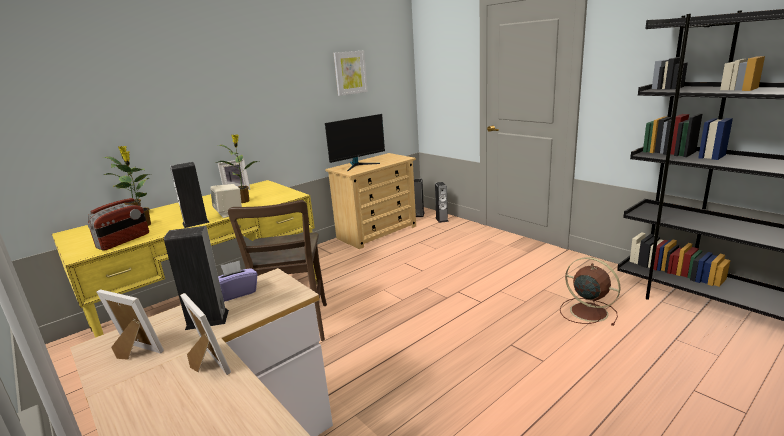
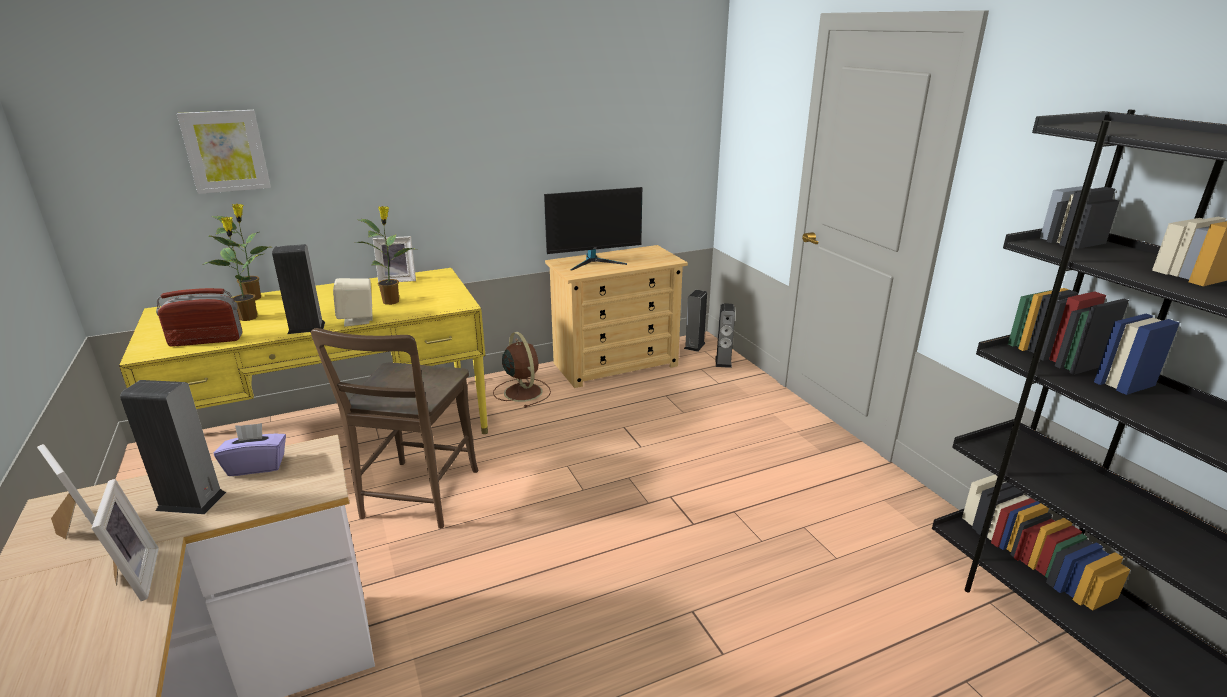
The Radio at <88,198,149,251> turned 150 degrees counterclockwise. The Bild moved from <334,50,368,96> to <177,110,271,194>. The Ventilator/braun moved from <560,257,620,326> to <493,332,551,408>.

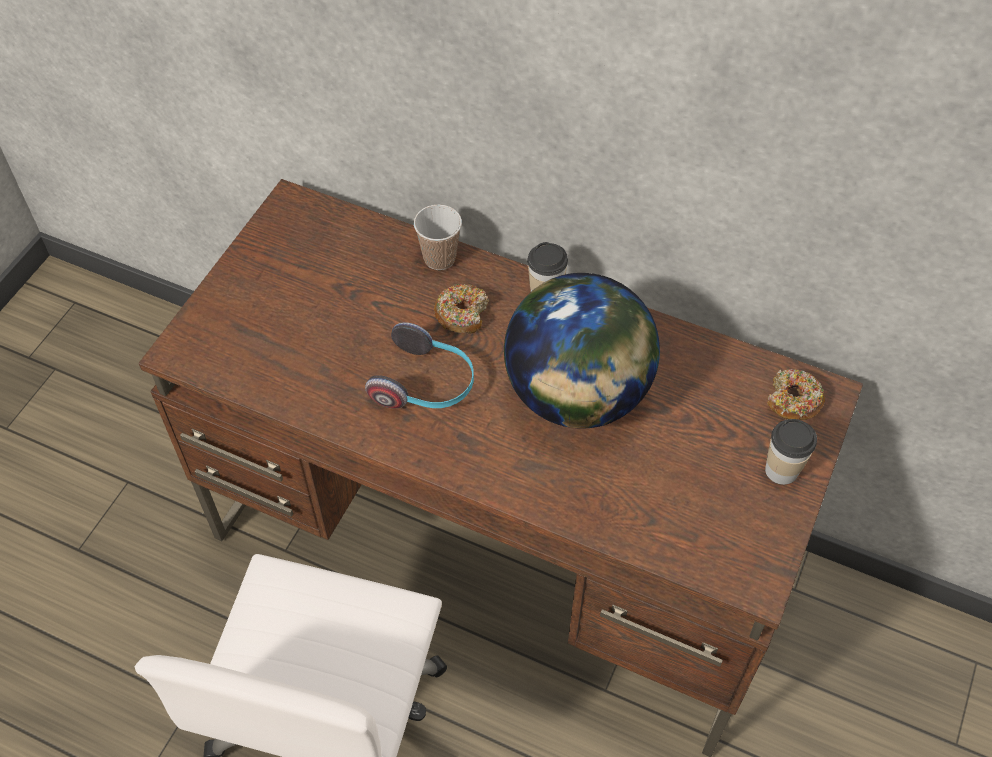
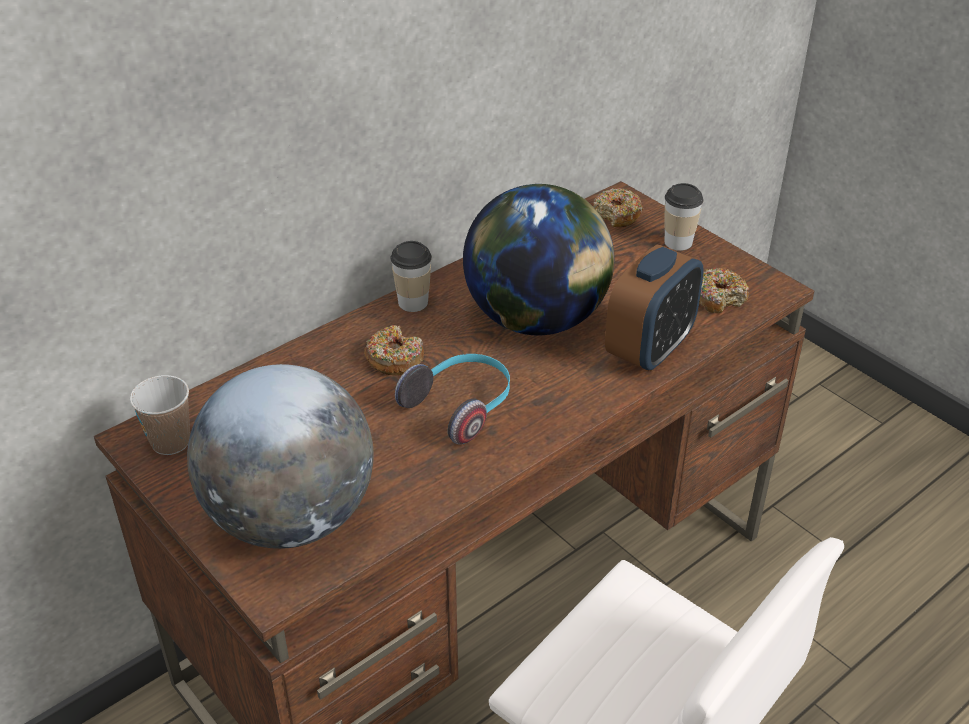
The Tasse moved from <414,204,462,270> to <130,375,190,455>. The Globus at <187,364,373,549> appeared. The Wecker at <605,245,704,372> appeared. The Donut at <699,268,749,313> appeared.

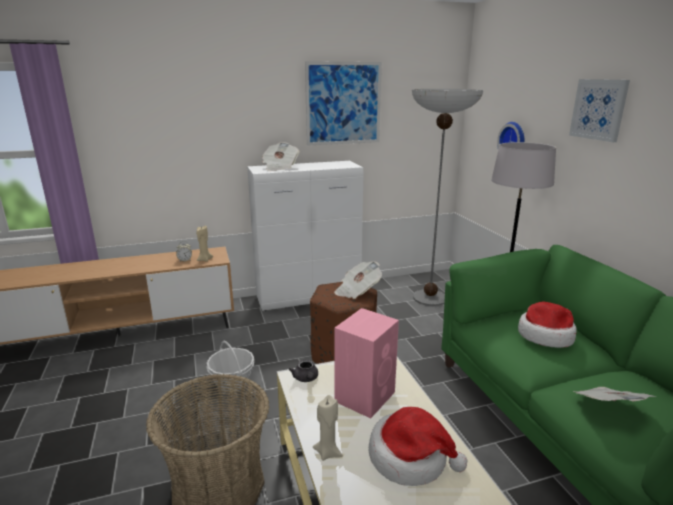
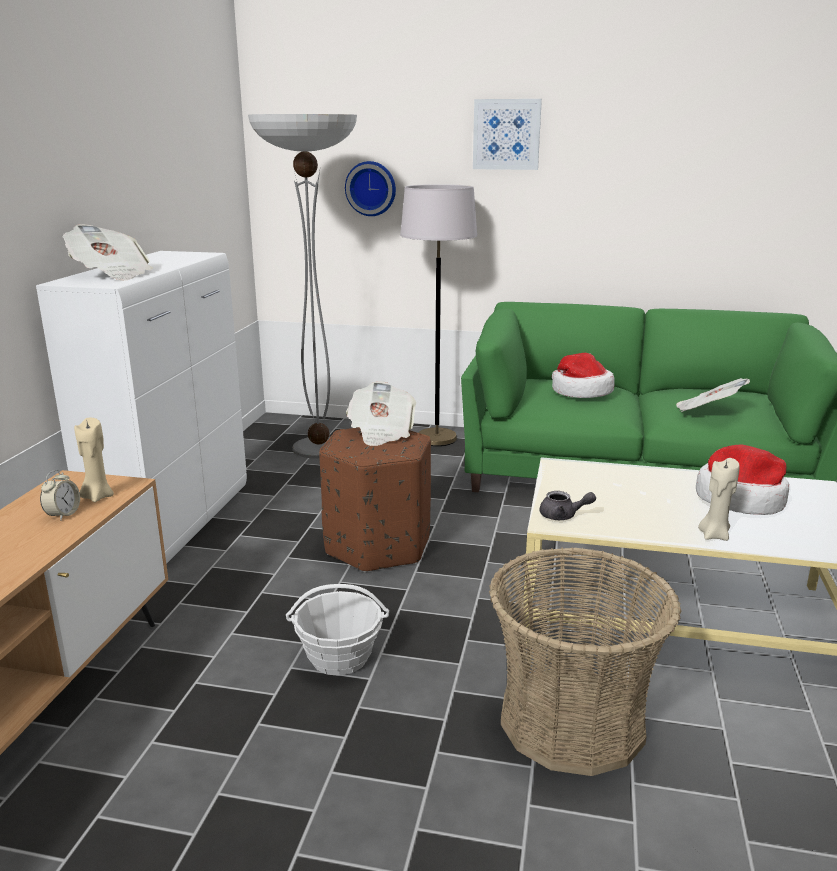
The Bild at <305,61,382,146> disappeared. The Lautsprecher/rosa at <334,308,399,419> disappeared.

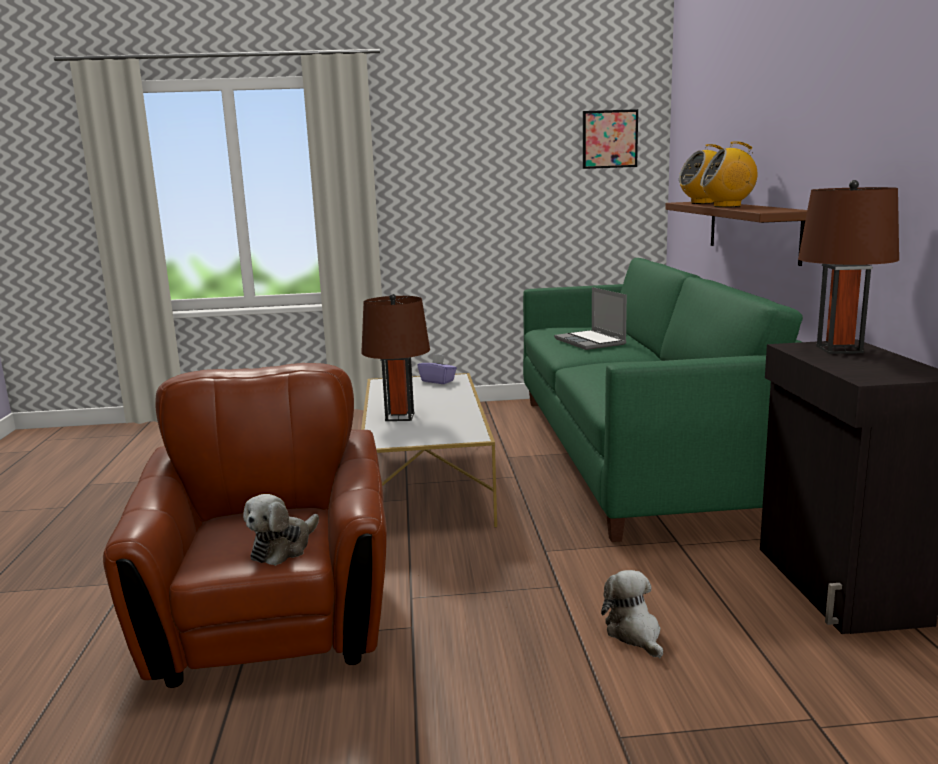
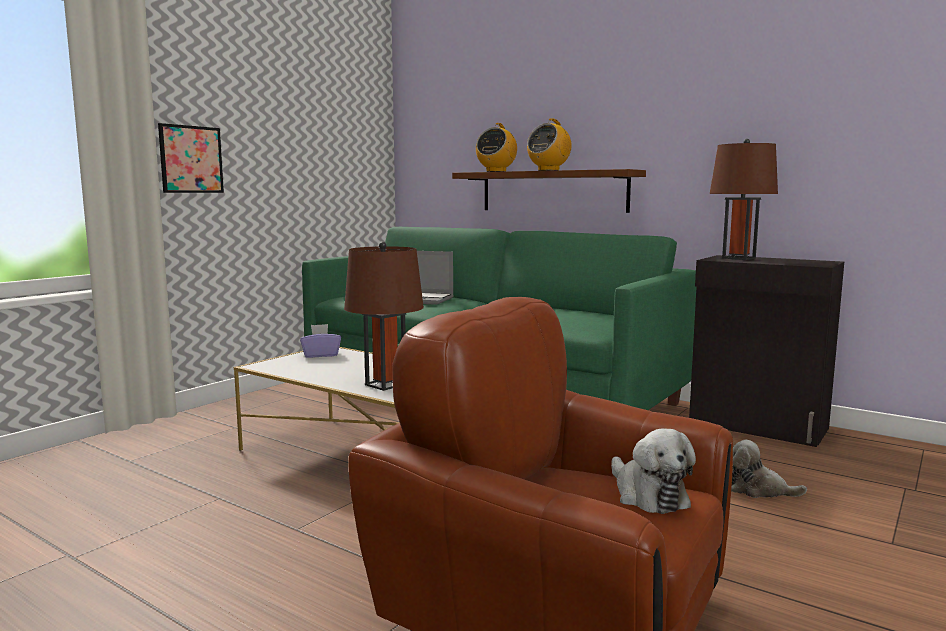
The Bild moved from <583,109,638,169> to <158,123,224,193>.

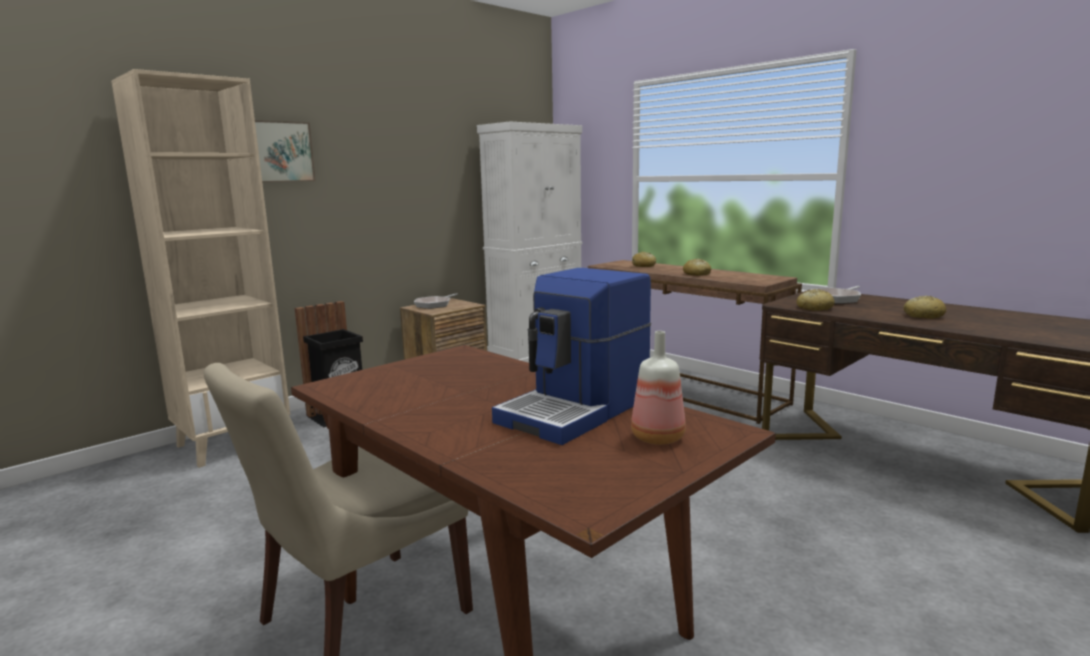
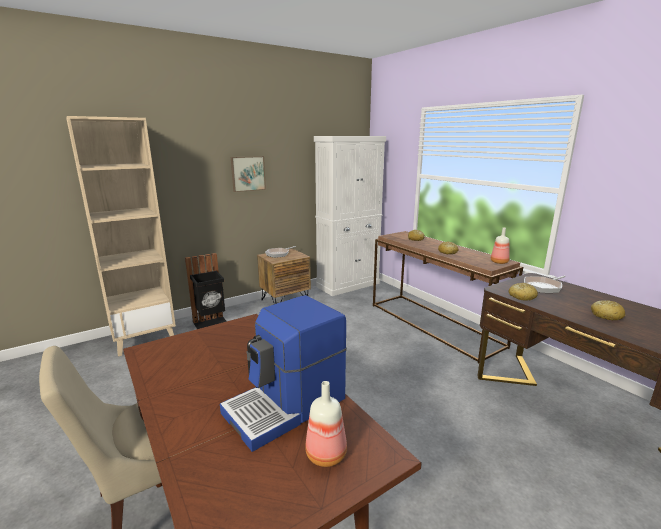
The Bild moved from <255,120,316,182> to <231,156,266,192>. The Flasche at <491,228,510,264> appeared.

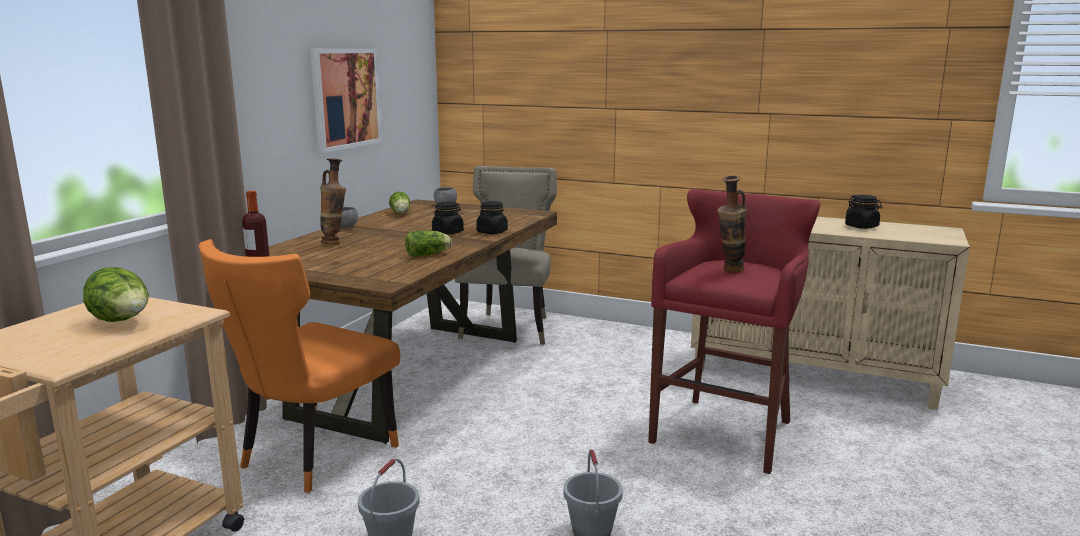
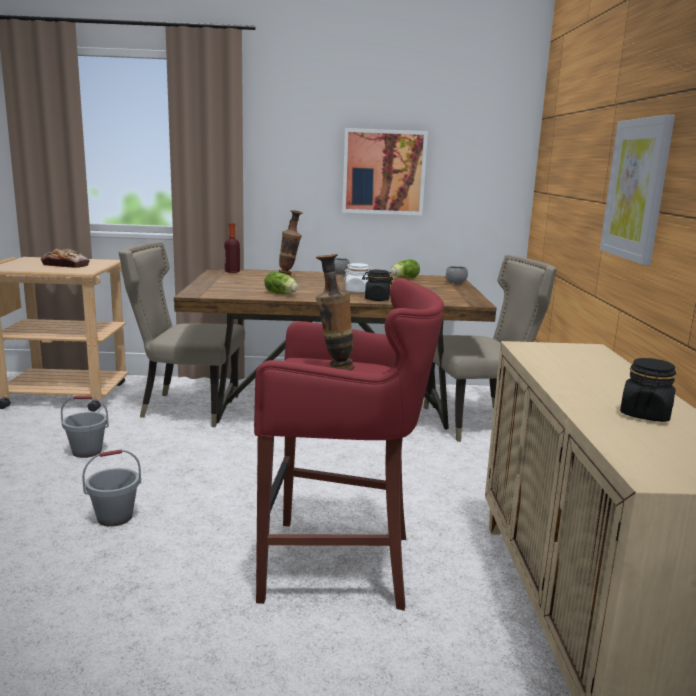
The Salatkopf at <83,267,149,322> was replaced by the Brot at <41,249,90,268>. The Stuhl/orange at <199,239,400,493> became the Stuhl/beige at <118,241,245,427>. The Vorratsglas/schwarz at <432,201,464,235> became the Vorratsglas/weiß at <344,263,373,293>. The Bild at <600,115,675,265> appeared.

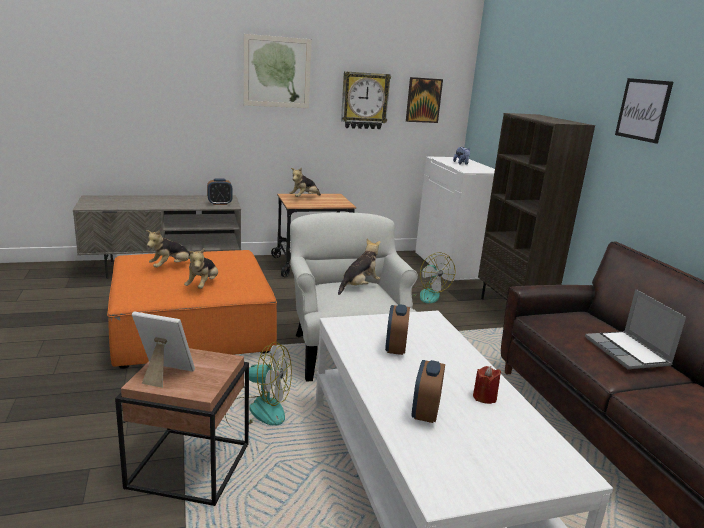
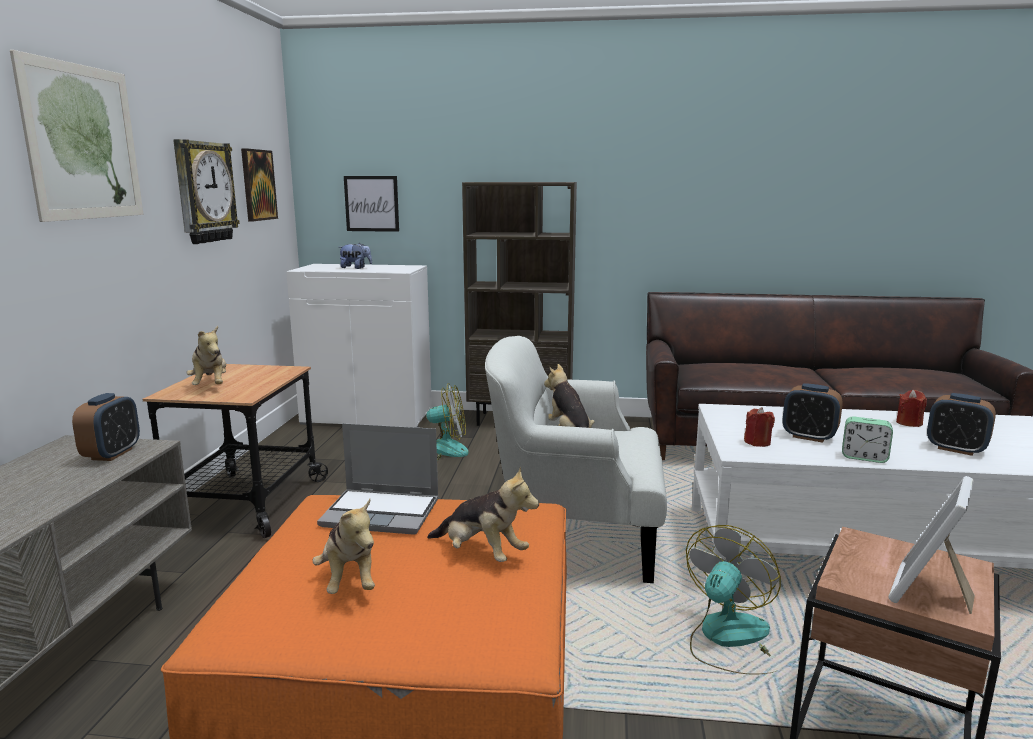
The Laptop moved from <585,289,686,369> to <317,423,439,535>. The Bild moved from <615,78,673,144> to <344,176,399,232>. The Kerze/rot at <744,407,775,447> appeared. The Wecker at <842,416,893,463> appeared.

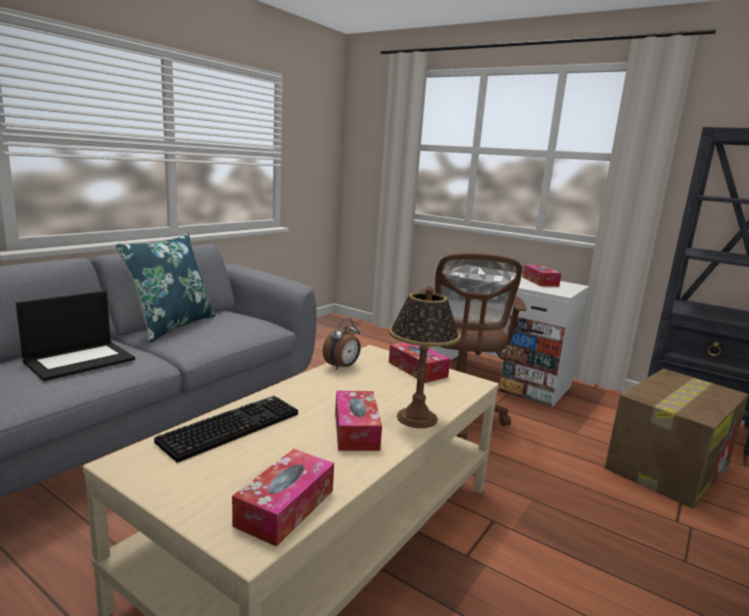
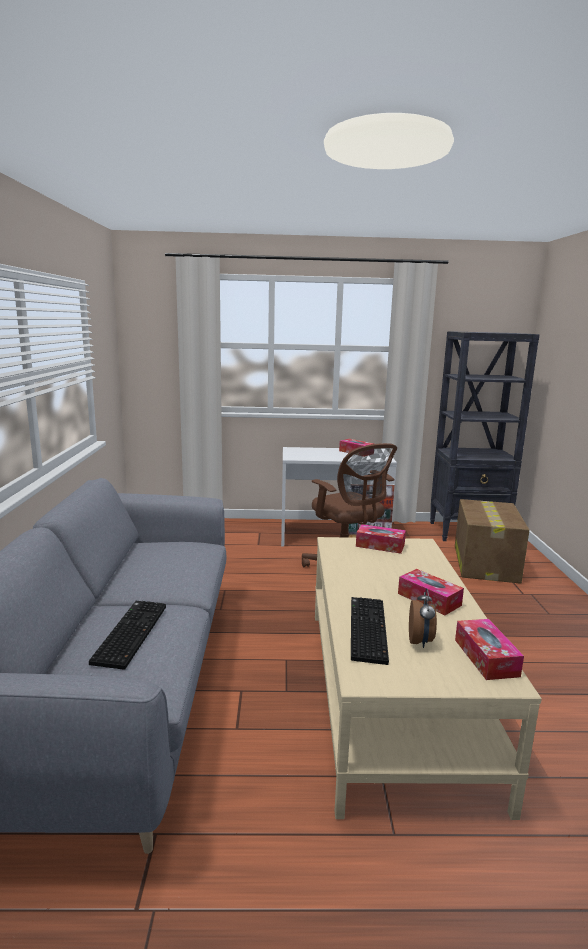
The Laptop at <16,291,135,381> was replaced by the Tastatur at <89,601,166,670>. The Kissen/blau at <115,233,216,342> disappeared. The Wecker moved from <323,318,361,370> to <409,588,437,648>. The Tischlampe at <389,286,461,428> disappeared.

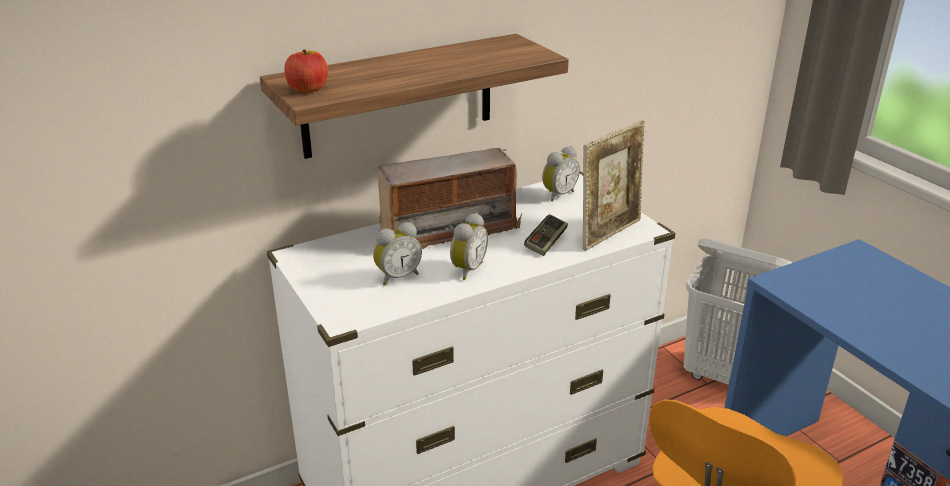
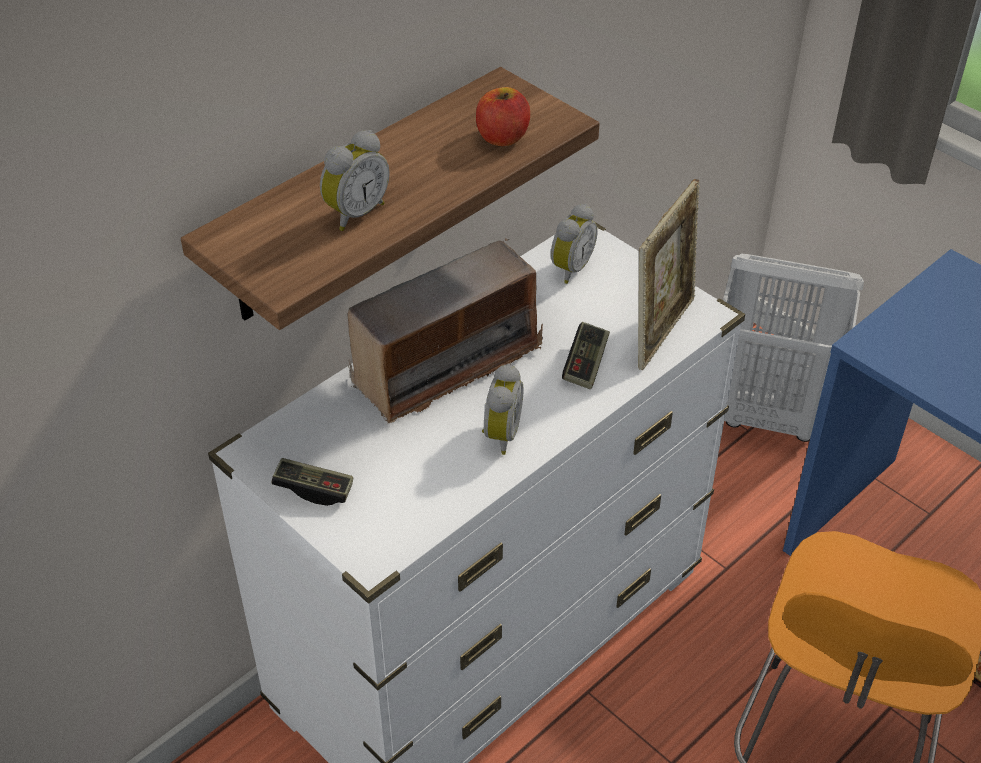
The Apfel moved from <284,49,328,93> to <476,87,530,146>. The Wecker moved from <373,222,422,286> to <320,130,390,231>. The Gamepad at <272,458,353,506> appeared.

